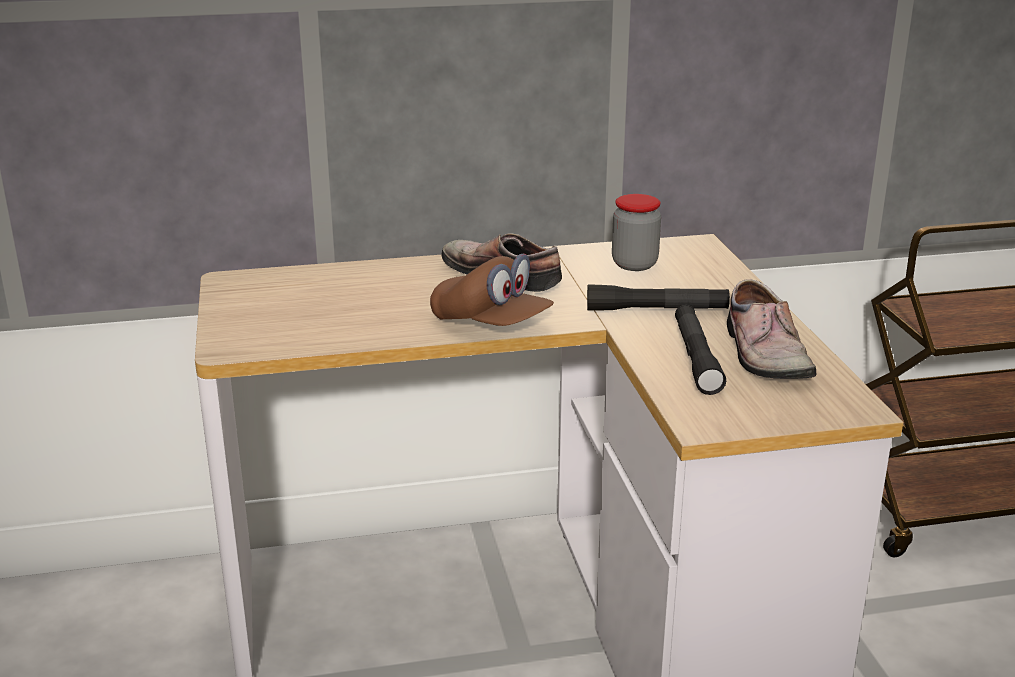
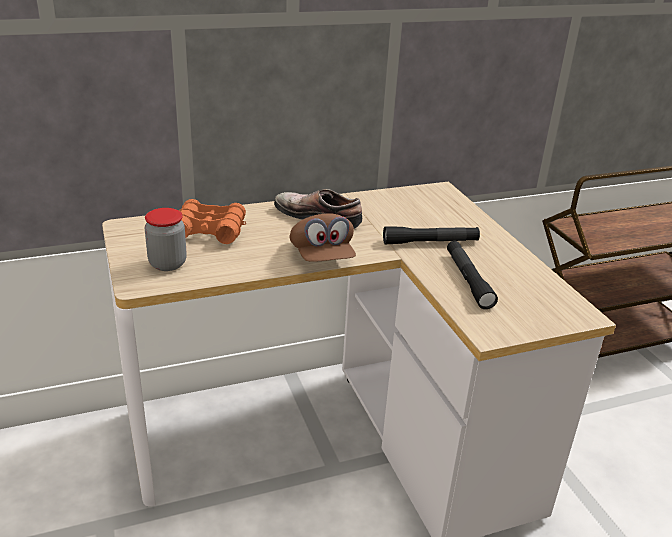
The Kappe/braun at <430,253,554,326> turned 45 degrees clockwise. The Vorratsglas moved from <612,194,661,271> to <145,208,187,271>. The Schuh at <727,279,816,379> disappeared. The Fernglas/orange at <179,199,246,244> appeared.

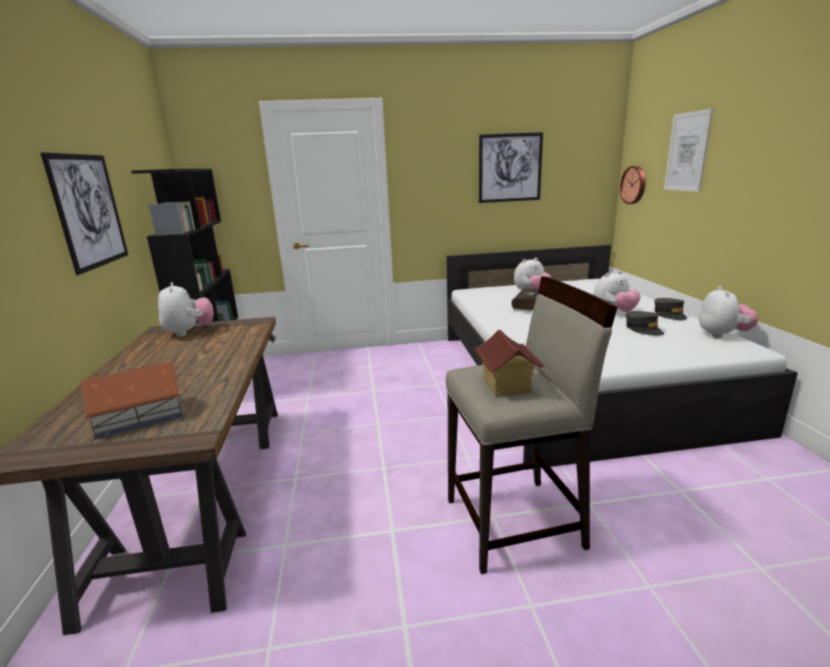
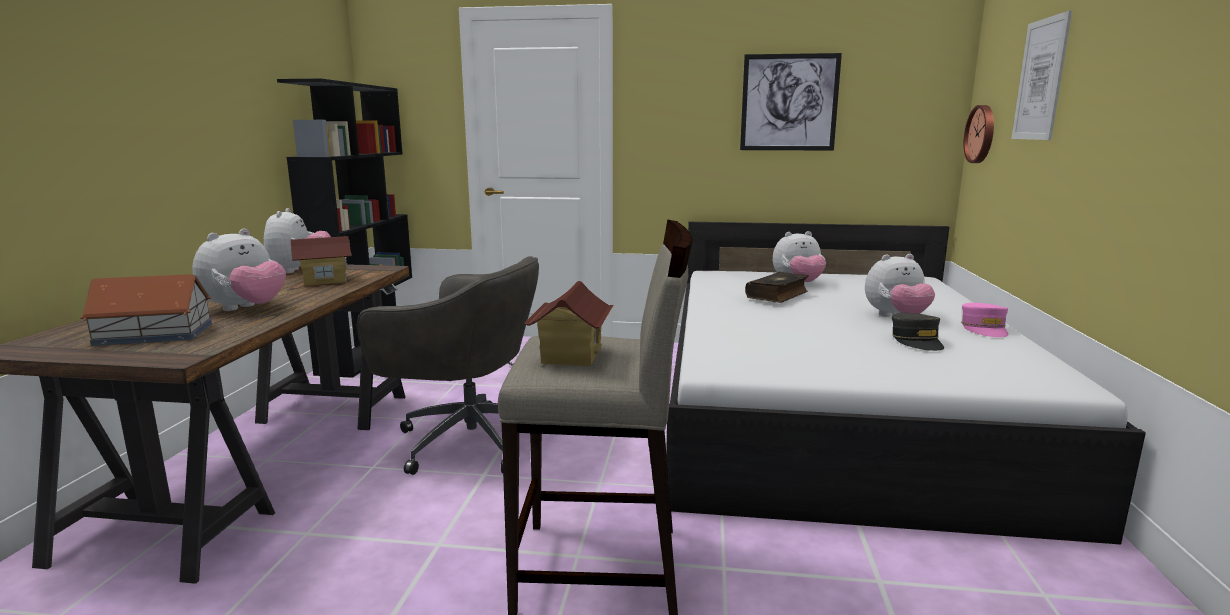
The Bild at <41,152,128,275> disappeared. The Kappe/grau at <654,298,687,320> became the Kappe/rosa at <961,303,1008,337>. The Plüschtier moved from <699,286,758,338> to <192,229,286,311>. The Spielzeughaus at <291,236,352,286> appeared. The Bürostuhl/grau at <357,256,539,475> appeared.

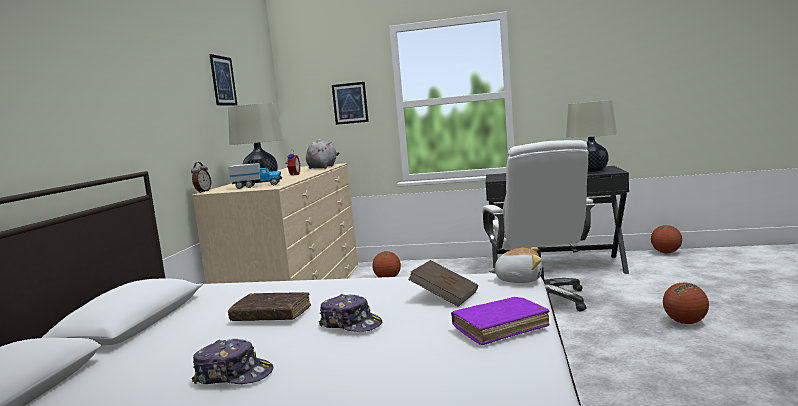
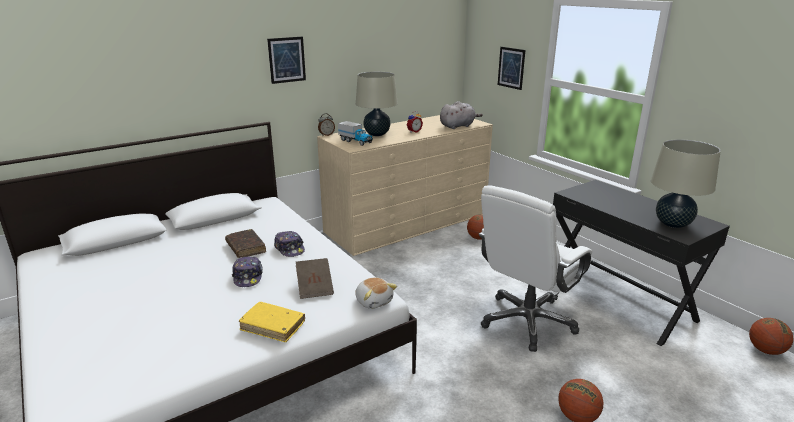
The Kappe moved from <192,339,273,384> to <274,231,305,257>. The Bild moved from <209,54,237,106> to <267,37,306,84>. The Buch/lila at <451,297,549,345> became the Buch/gelb at <239,302,305,342>.

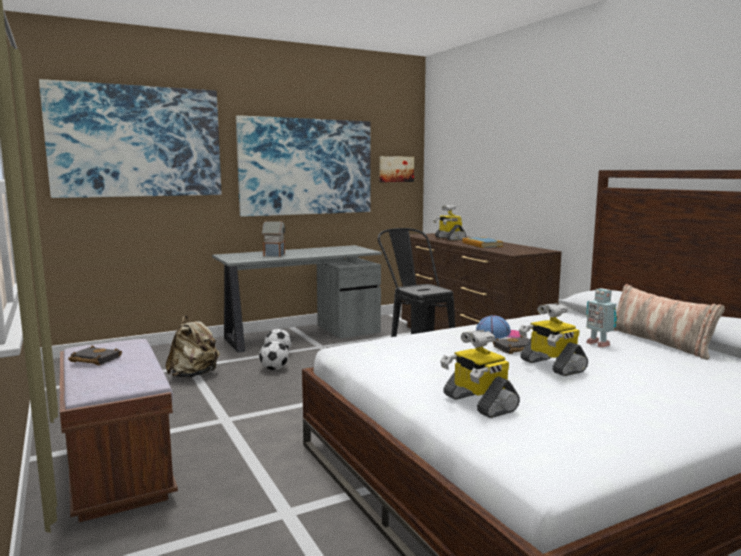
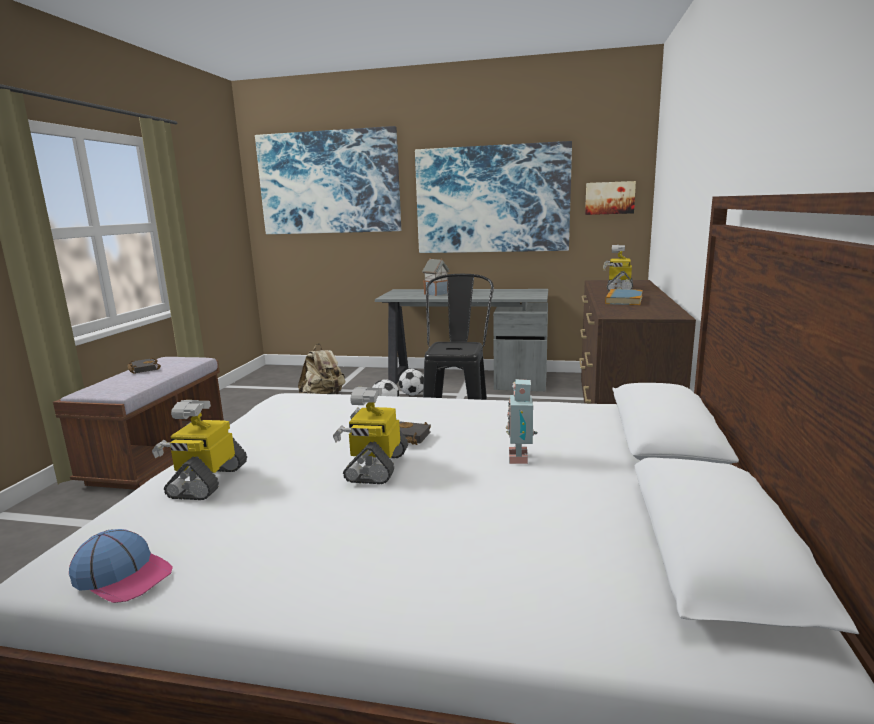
The Kappe moved from <476,315,521,339> to <69,529,173,603>. The Kissen at <614,284,725,360> disappeared.

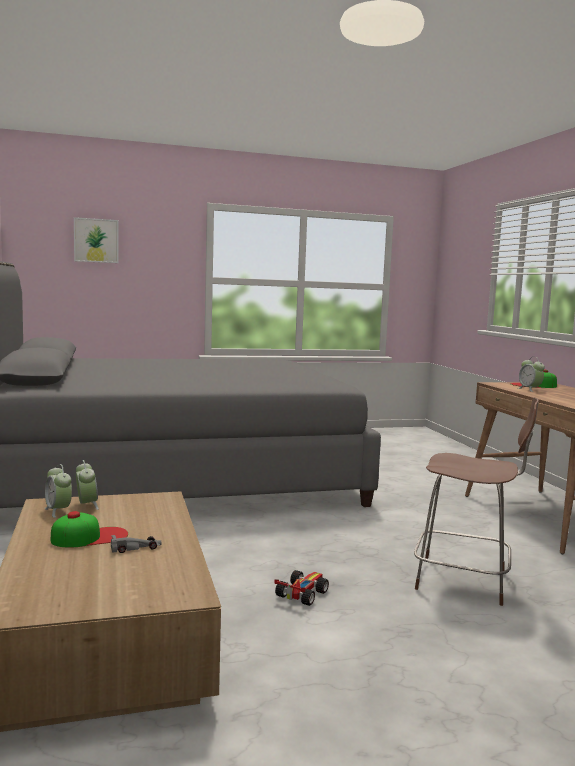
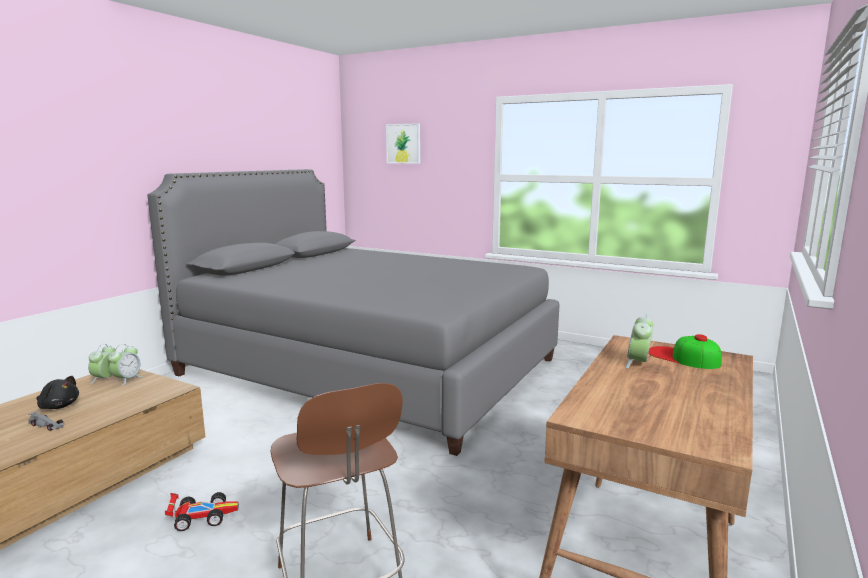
The Kappe at <51,511,128,548> was replaced by the Plüschtier/schwarz at <37,376,79,409>.

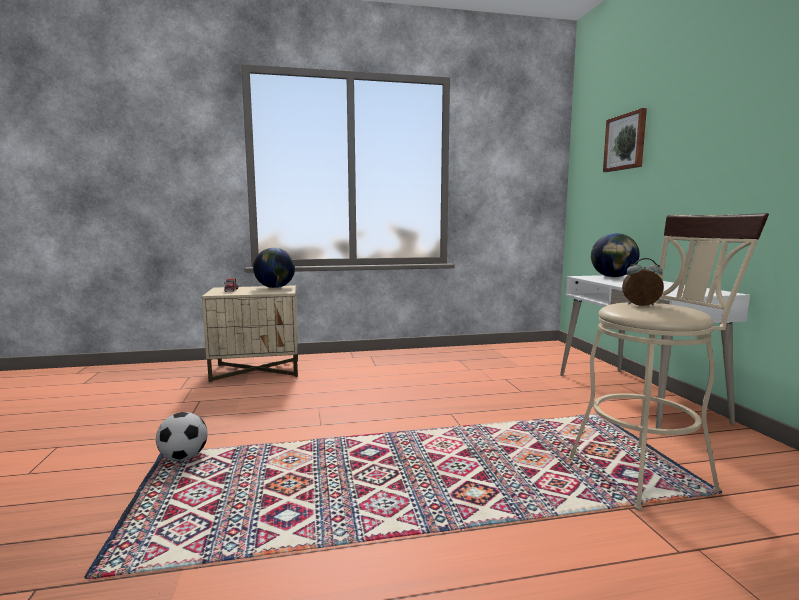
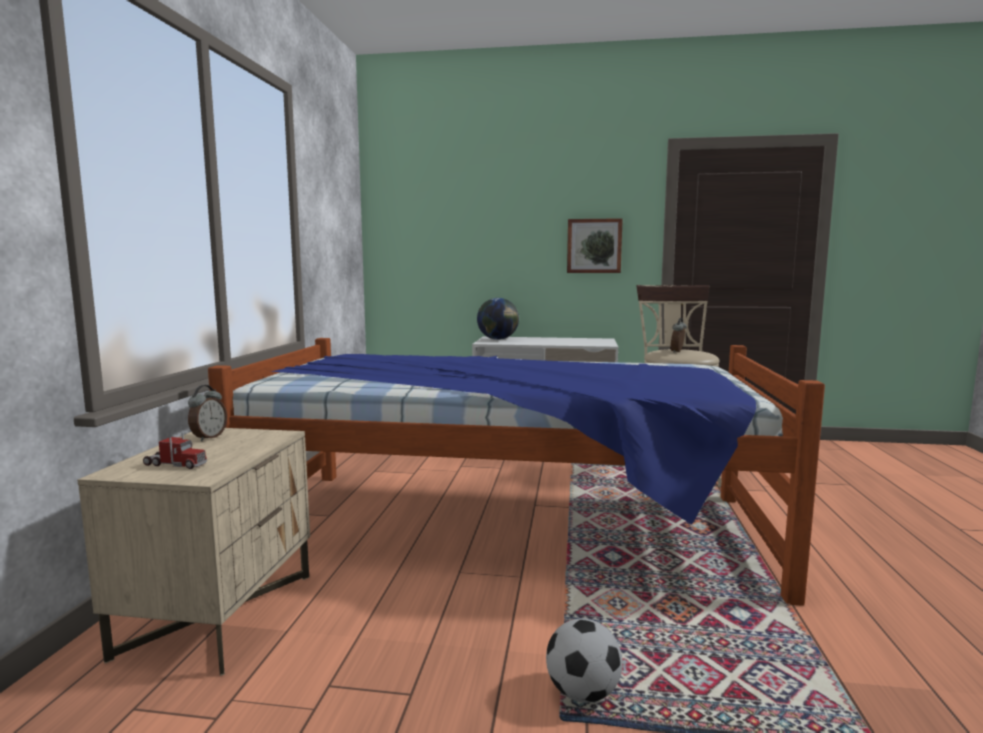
The Globus at <253,248,295,288> was replaced by the Wecker at <188,385,227,441>. The Bild moved from <603,108,647,172> to <567,218,623,273>. The Bett at <208,338,825,606> appeared.

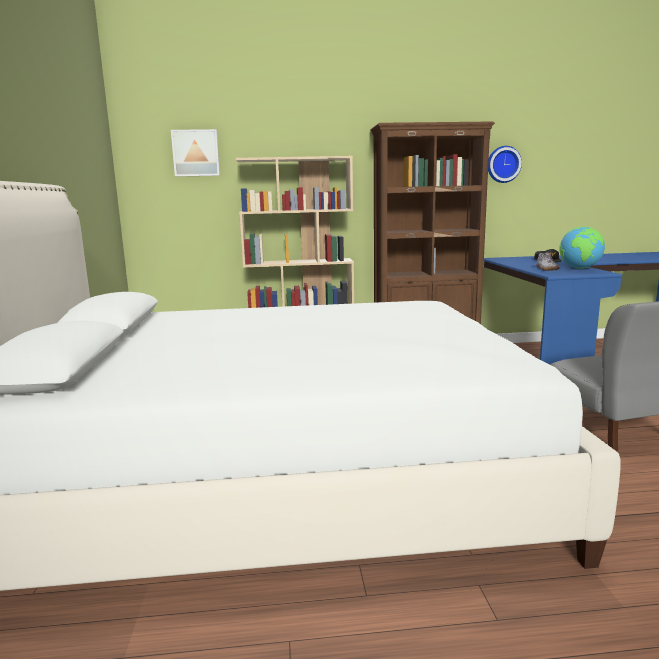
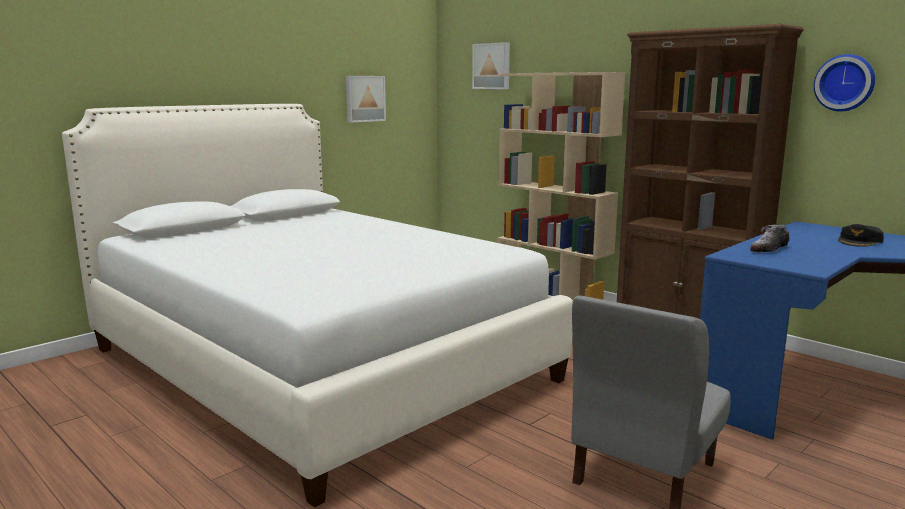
The Globus at <559,227,605,269> disappeared. The Bild at <346,76,386,122> appeared.

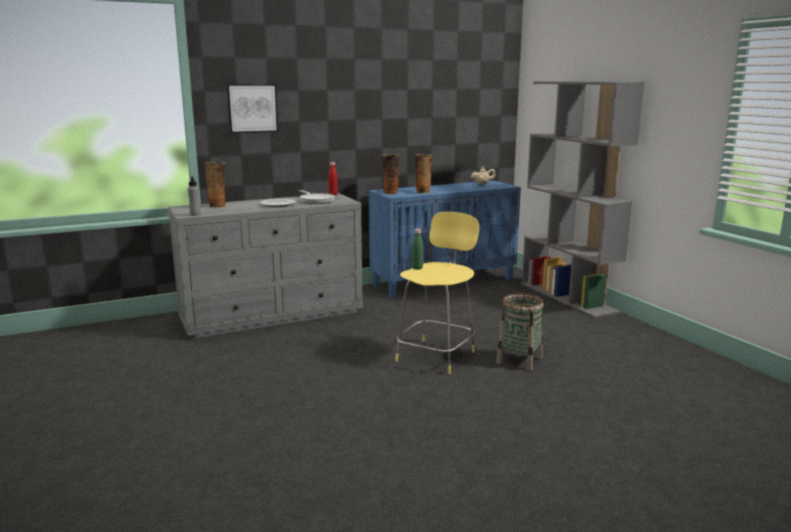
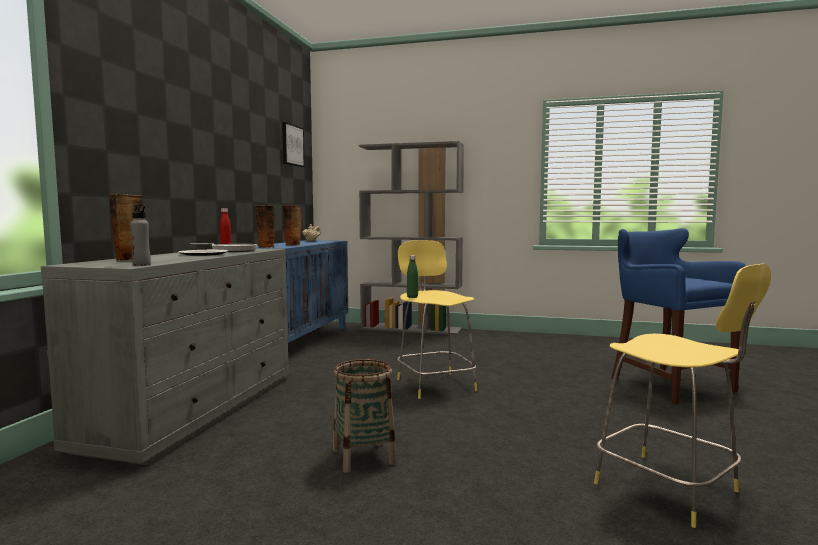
The Bild moved from <227,84,278,133> to <282,122,305,167>. The Korb moved from <496,293,544,371> to <333,359,396,473>. The Hocker/gelb at <594,263,771,528> appeared. The Hocker/blau at <611,228,746,404> appeared.

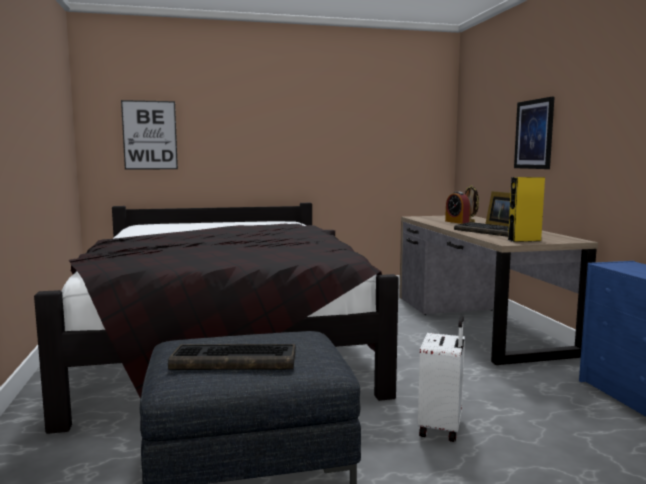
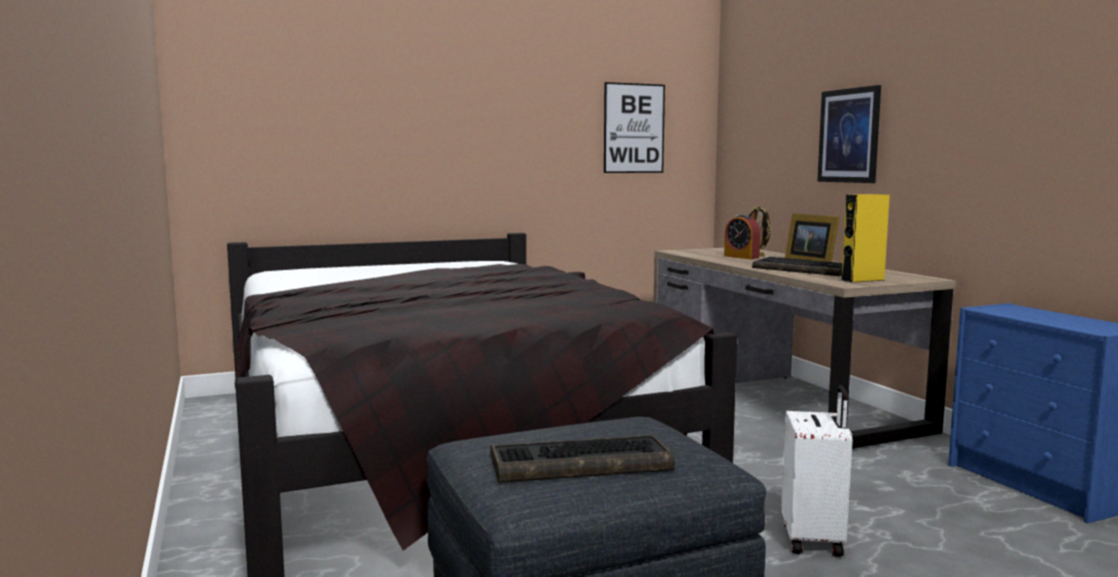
The Bild moved from <121,100,178,170> to <604,82,665,173>.

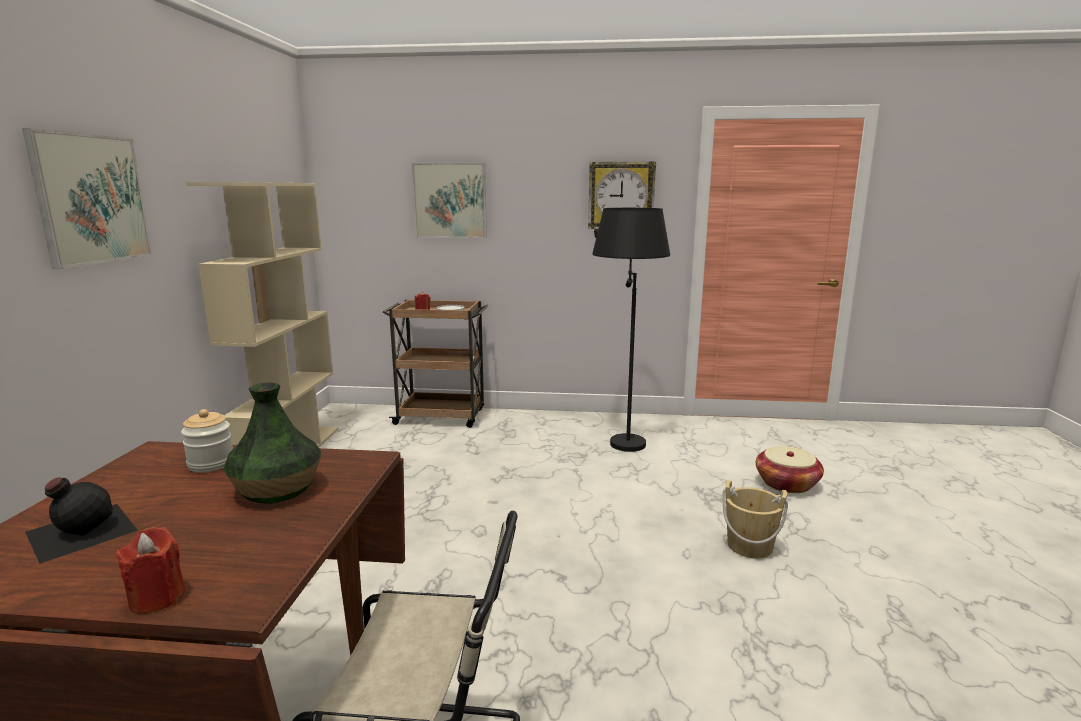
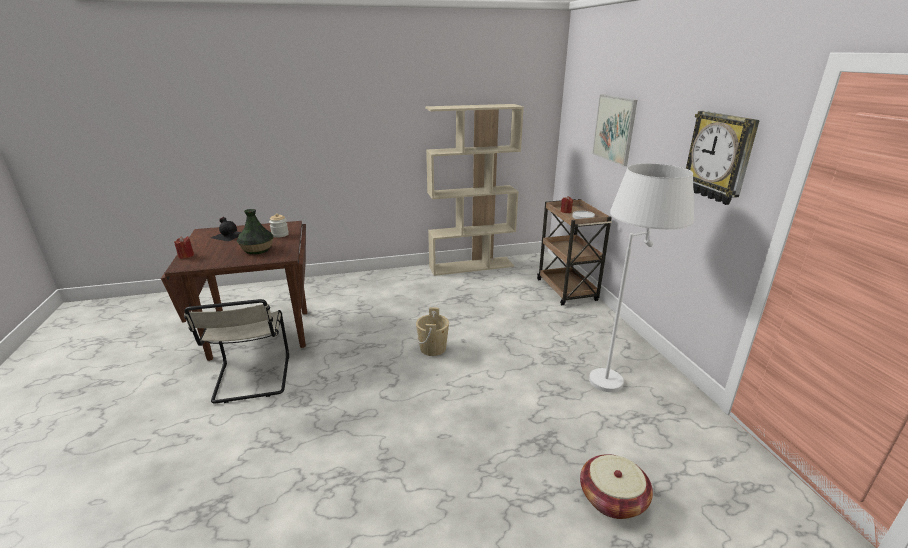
The Bild at <22,128,152,269> disappeared. The Stehlampe/schwarz at <593,208,670,452> became the Stehlampe/weiß at <589,164,694,392>. The Eimer/beige moved from <722,480,788,558> to <416,307,449,356>.

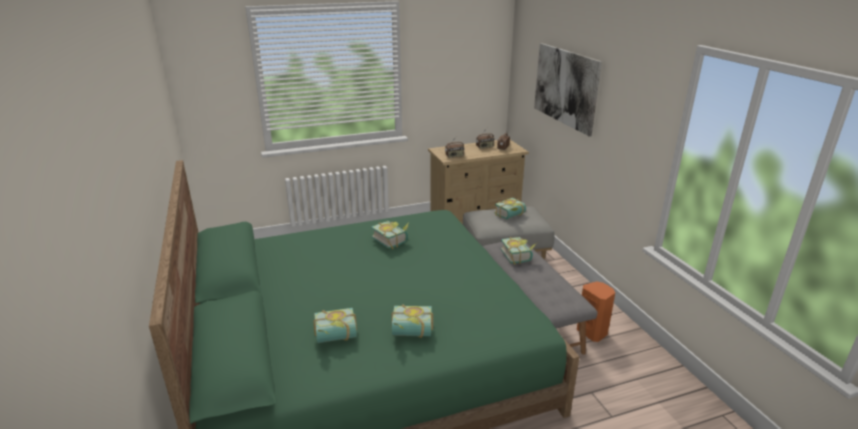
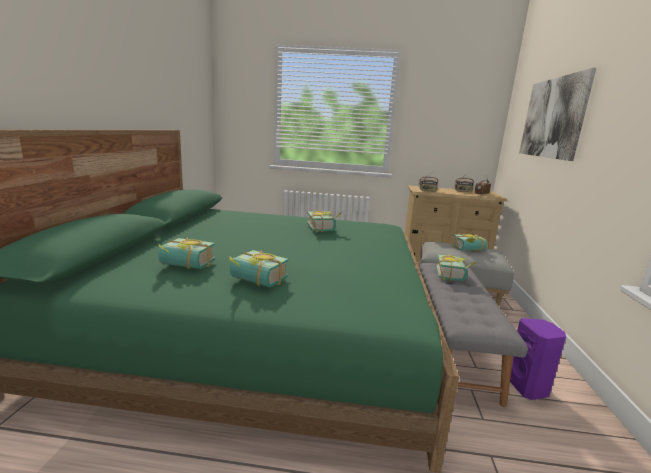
The Lautsprecher/orange at <577,281,615,342> became the Lautsprecher/lila at <510,318,566,400>.

